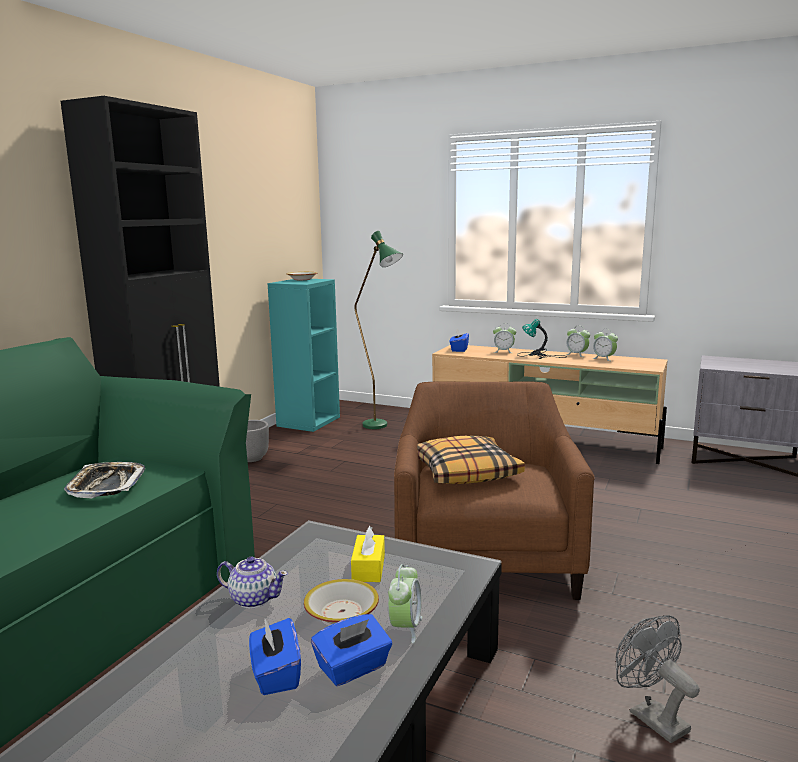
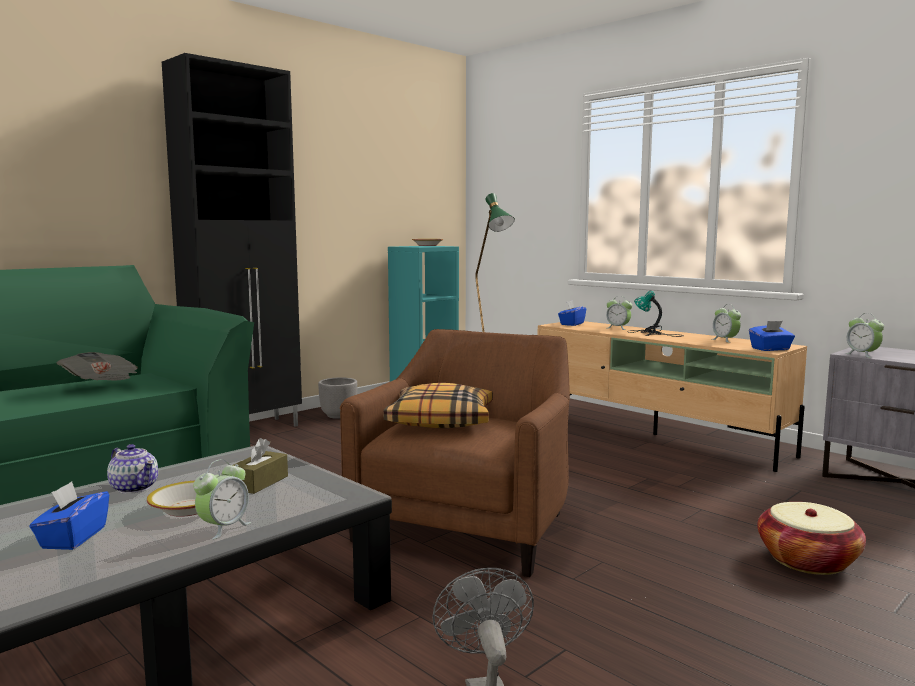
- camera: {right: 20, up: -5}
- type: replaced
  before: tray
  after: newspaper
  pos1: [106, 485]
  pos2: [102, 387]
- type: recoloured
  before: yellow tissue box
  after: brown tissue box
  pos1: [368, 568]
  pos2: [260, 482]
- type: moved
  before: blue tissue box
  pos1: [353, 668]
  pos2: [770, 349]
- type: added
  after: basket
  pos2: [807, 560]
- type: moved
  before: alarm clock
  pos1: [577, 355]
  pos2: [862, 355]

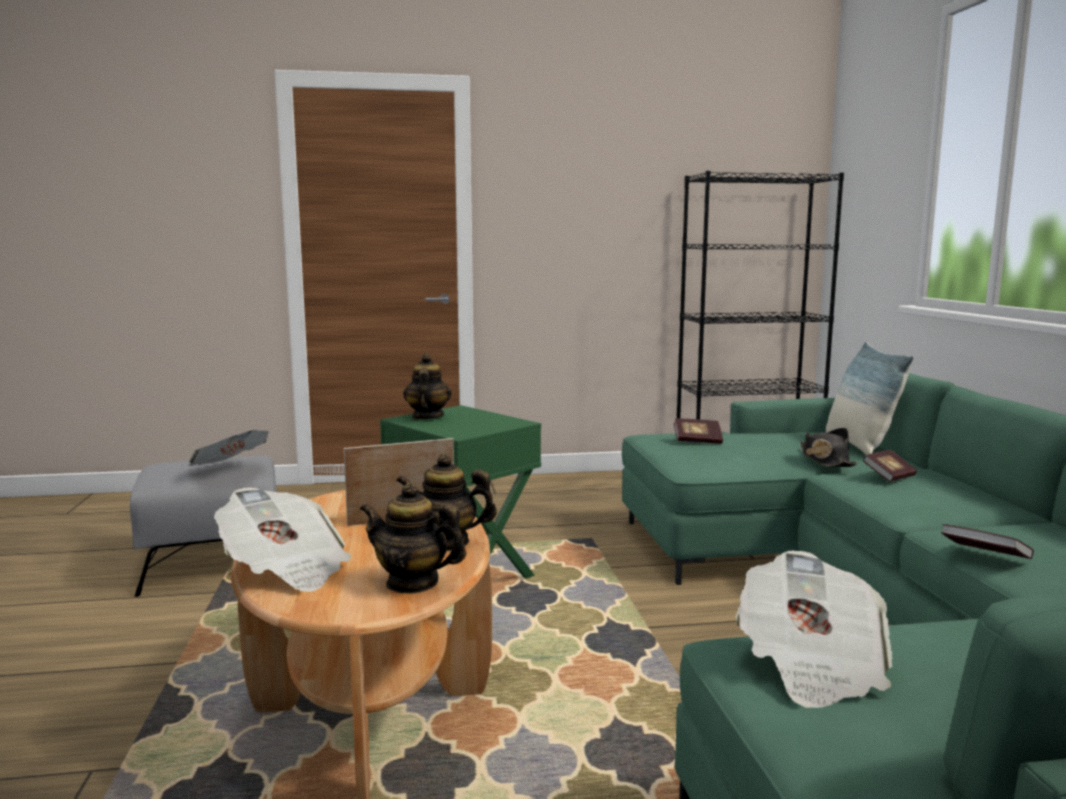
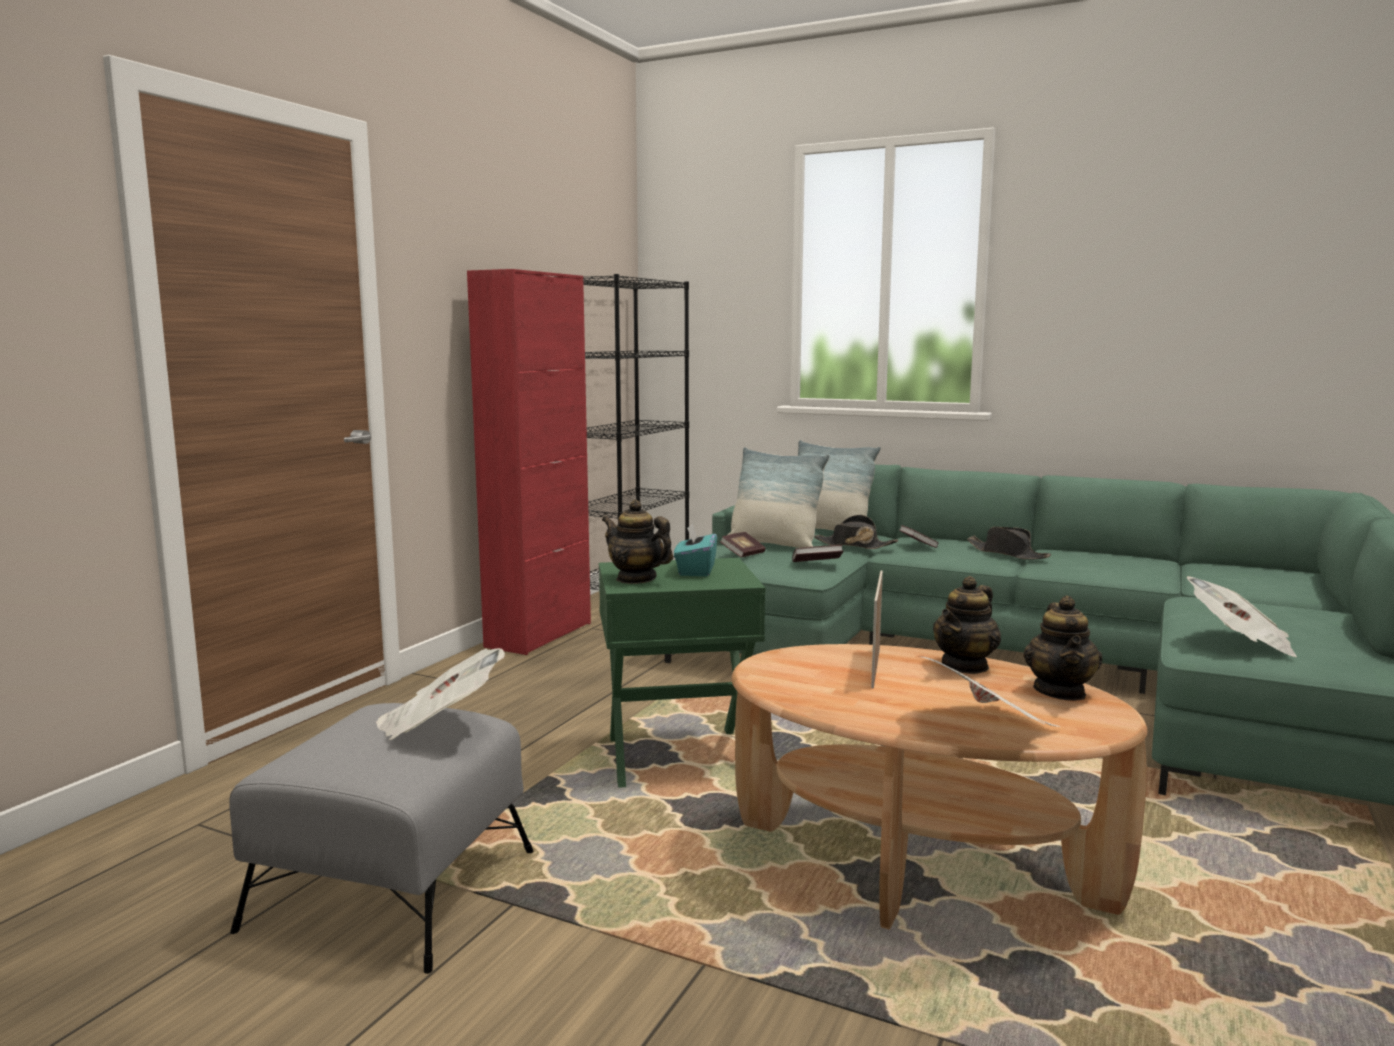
- camera: {right: -55, up: 0}
- type: added
  after: red cabinet
  pos2: [539, 635]
- type: added
  after: turquoise tissue box
  pos2: [695, 571]
- type: added
  after: pillow
  pos2: [774, 545]
- type: moved
  before: book
  pos1: [984, 557]
  pos2: [817, 564]
- type: added
  after: black hat
  pos2: [1007, 553]
- type: turned
  before: teapot
  pos1: [412, 583]
  pos2: [1060, 692]
  turn: -45

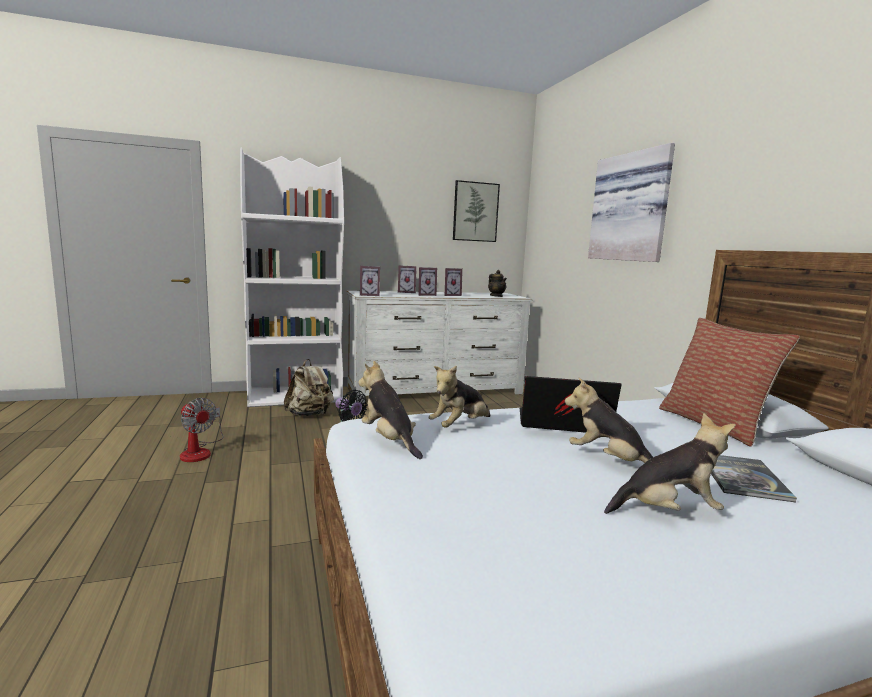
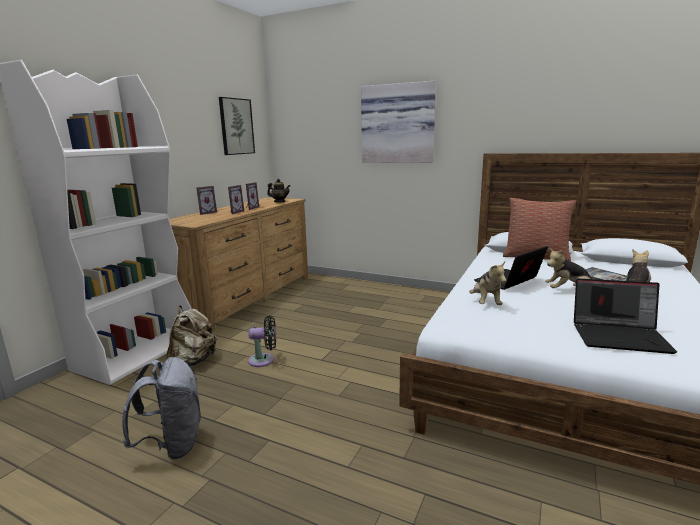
- camera: {right: -45, up: 5}
- type: replaced
  before: fan
  after: grey backpack
  pos1: [200, 451]
  pos2: [172, 445]
- type: recoloured
  before: white dresser
  after: brown dresser
  pos1: [435, 390]
  pos2: [246, 298]
- type: added
  after: laptop
  pos2: [620, 336]
- type: removed
  before: plush toy
  pos1: [389, 440]
- type: removed
  before: picture frame
  pos1: [369, 295]

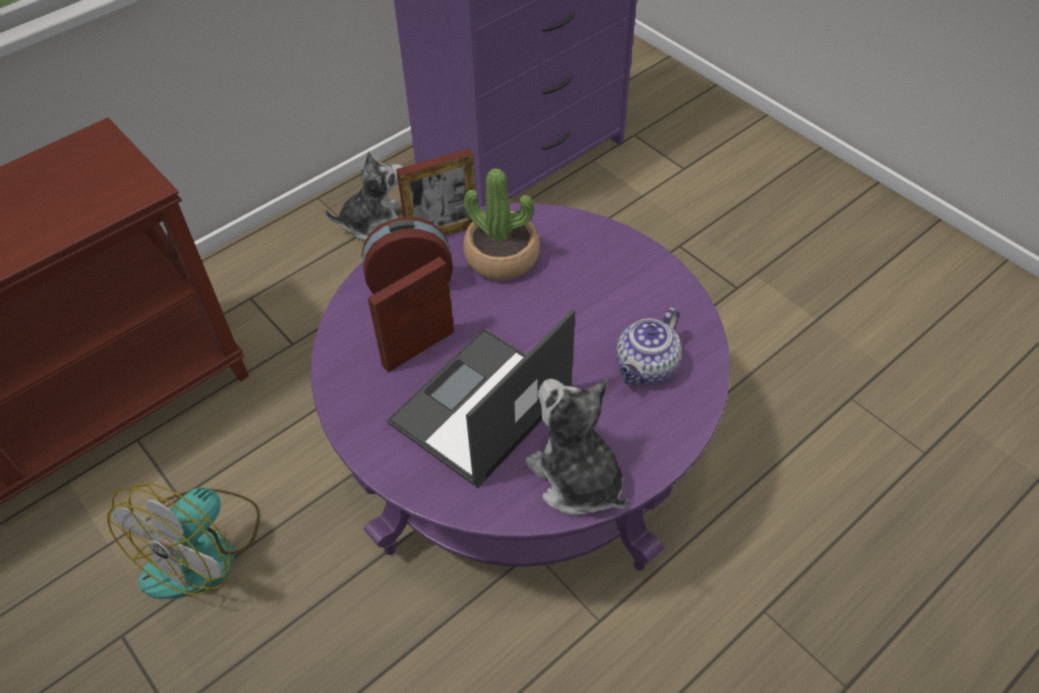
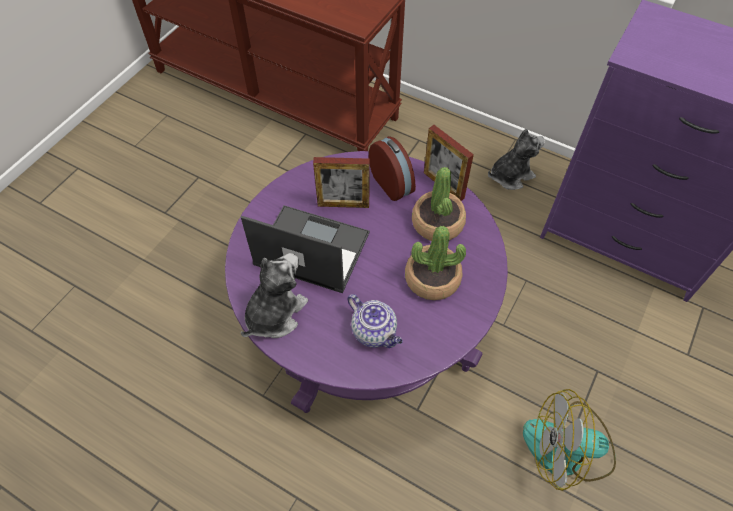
- camera: {right: 70, up: 5}
- type: turned
  before: picture frame
  pos1: [418, 348]
  pos2: [343, 204]
  turn: 150
- type: turned
  before: teapot
  pos1: [646, 368]
  pos2: [375, 332]
  turn: -150
- type: added
  after: potted plant
  pos2: [432, 279]
- type: turned
  before: plush toy
  pos1: [373, 223]
  pos2: [510, 175]
  turn: -75
- type: moved
  before: fan
  pos1: [203, 548]
  pos2: [567, 449]

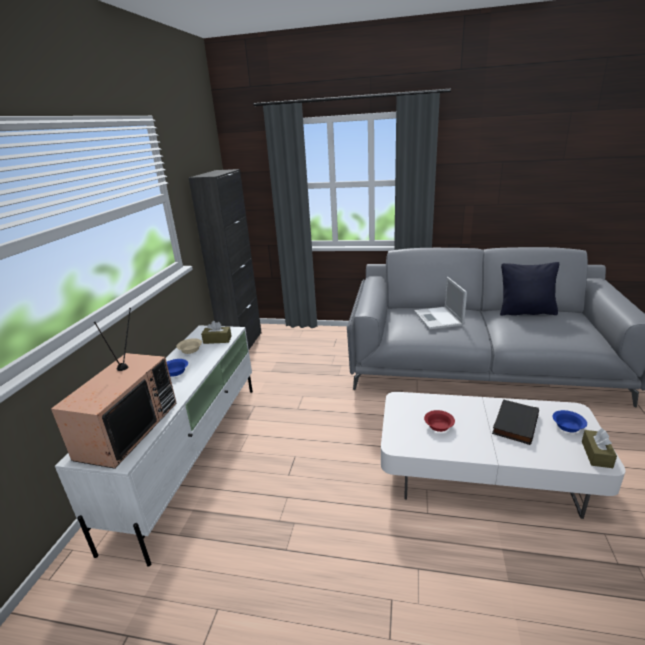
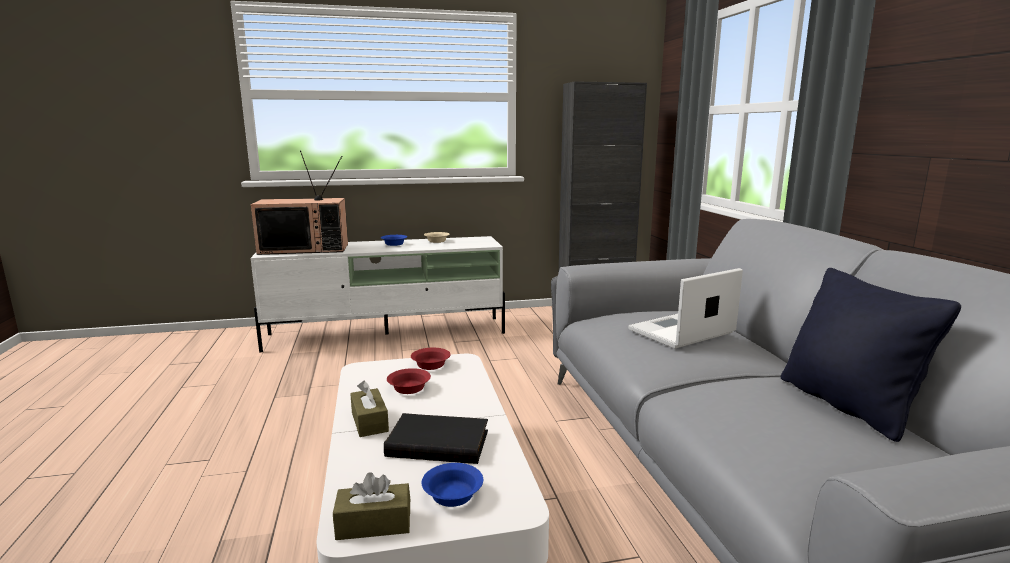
- camera: {right: 65, up: -10}
- type: moved
  before: brown tissue box
  pos1: [217, 340]
  pos2: [369, 422]
- type: added
  after: red bowl
  pos2: [431, 365]

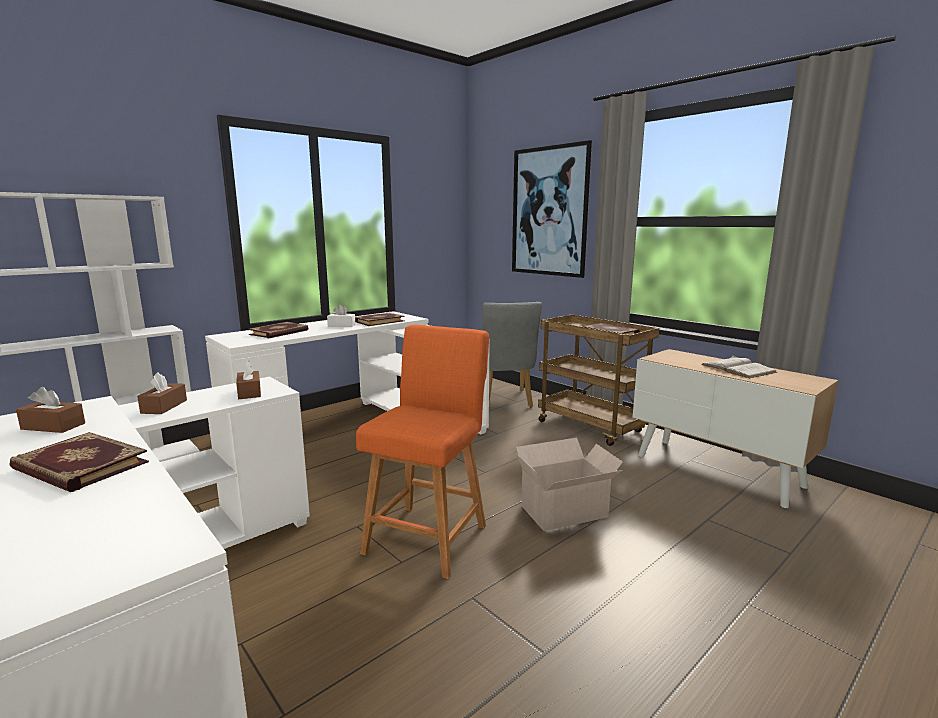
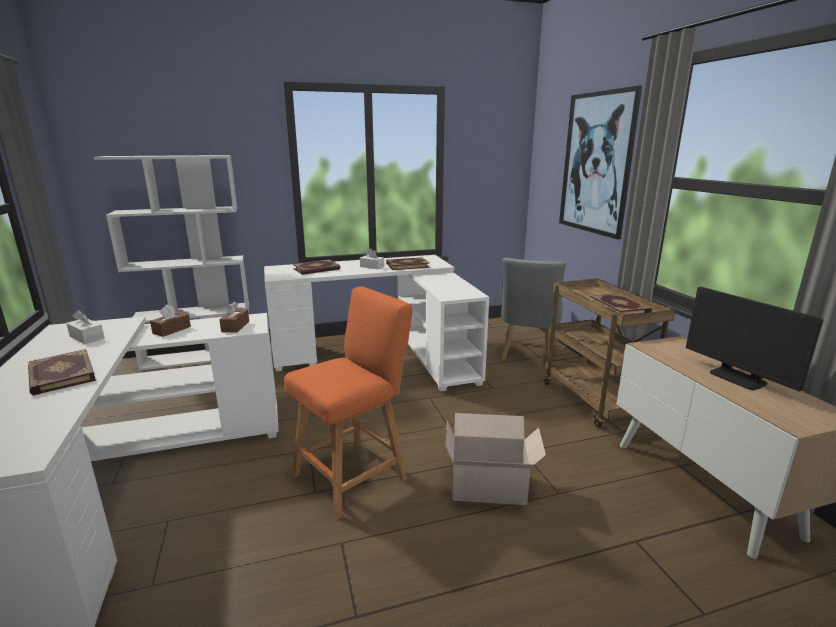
- camera: {right: 25, up: 5}
- type: recoloured
  before: brown tissue box
  after: white tissue box
  pos1: [53, 426]
  pos2: [87, 337]
- type: replaced
  before: white book
  after: monitor
  pos1: [738, 368]
  pos2: [738, 378]

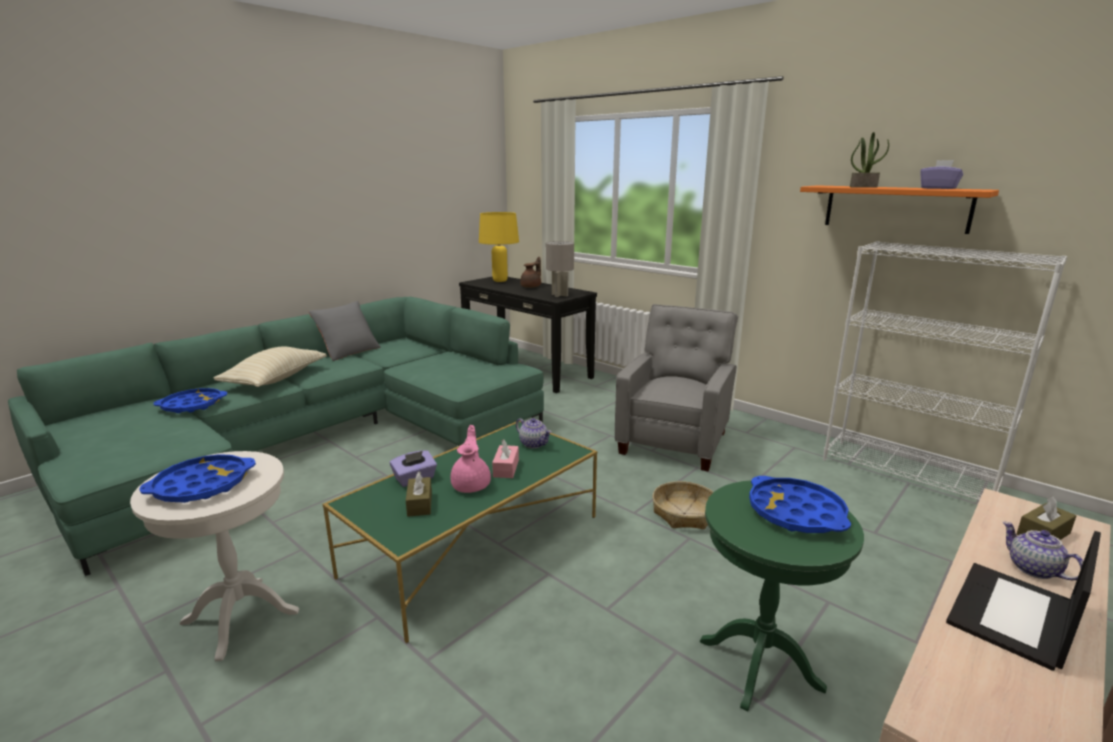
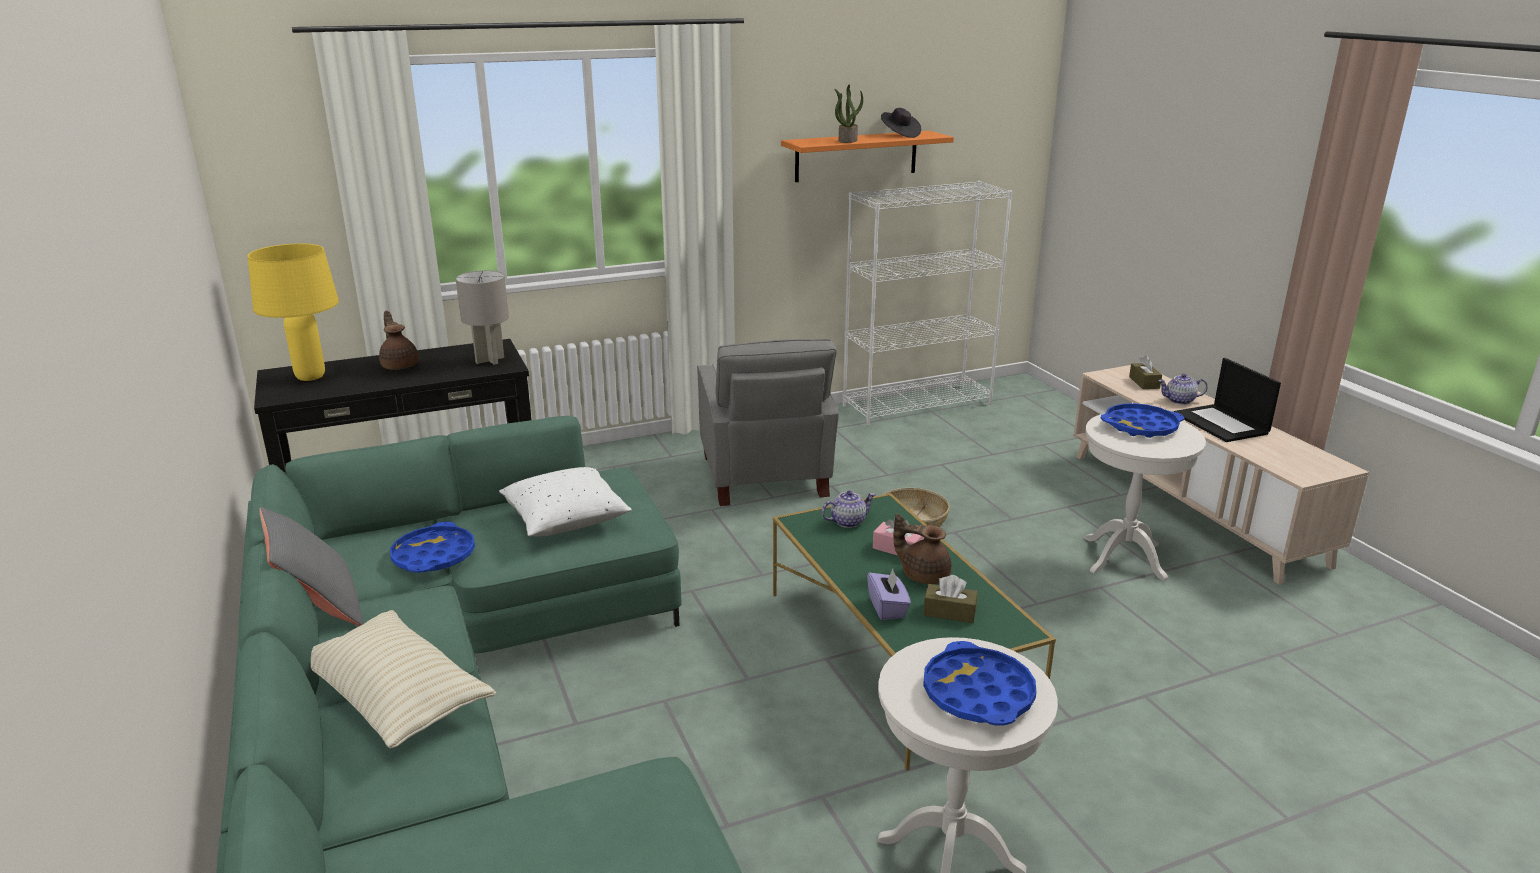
- camera: {right: -65, up: 5}
- type: moved
  before: blue tray
  pos1: [192, 405]
  pos2: [433, 556]
- type: added
  after: white pillow
  pos2: [566, 520]
- type: turned
  before: grey armchair
  pos1: [675, 441]
  pos2: [764, 478]
  turn: -150
- type: replaced
  before: purple tissue box
  after: black hat
  pos1: [938, 188]
  pos2: [899, 135]
- type: recoloured
  before: pink teapot
  after: brown teapot
  pos1: [472, 484]
  pos2: [923, 575]
- type: recoloured
  before: green side table
  after: white side table
  pos1: [760, 664]
  pos2: [1124, 558]

